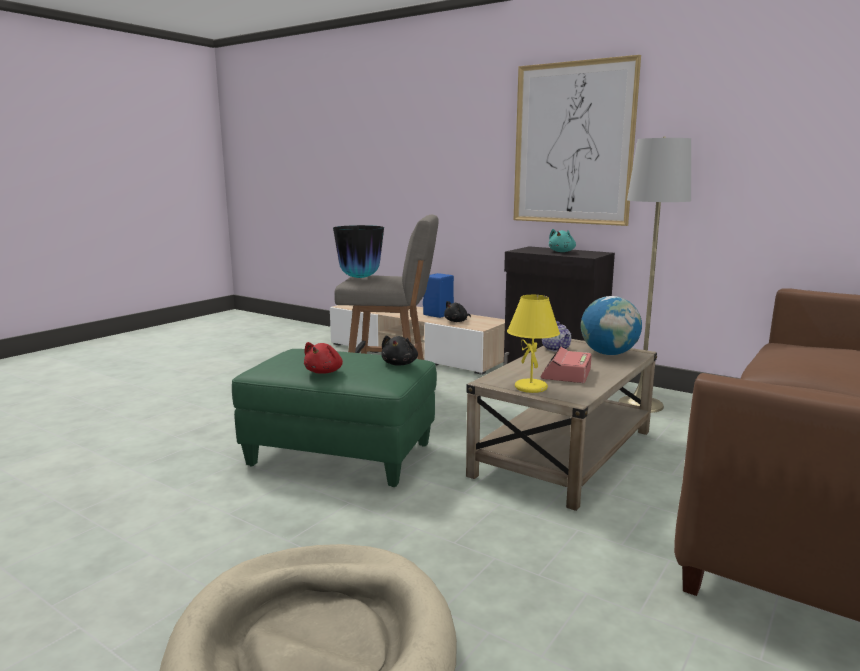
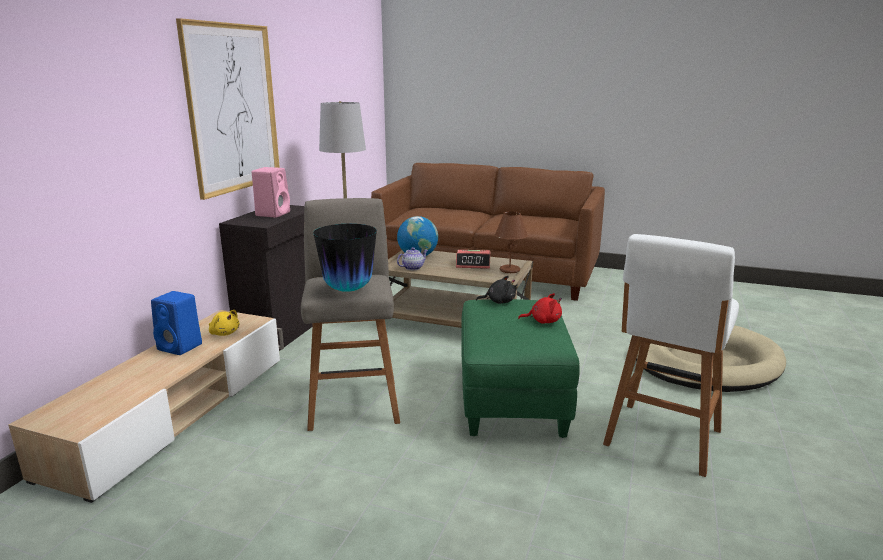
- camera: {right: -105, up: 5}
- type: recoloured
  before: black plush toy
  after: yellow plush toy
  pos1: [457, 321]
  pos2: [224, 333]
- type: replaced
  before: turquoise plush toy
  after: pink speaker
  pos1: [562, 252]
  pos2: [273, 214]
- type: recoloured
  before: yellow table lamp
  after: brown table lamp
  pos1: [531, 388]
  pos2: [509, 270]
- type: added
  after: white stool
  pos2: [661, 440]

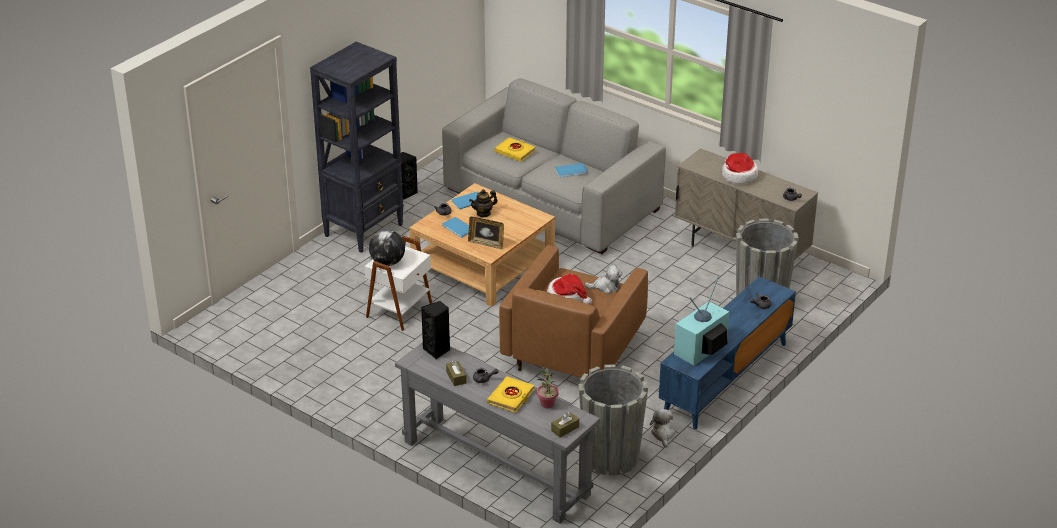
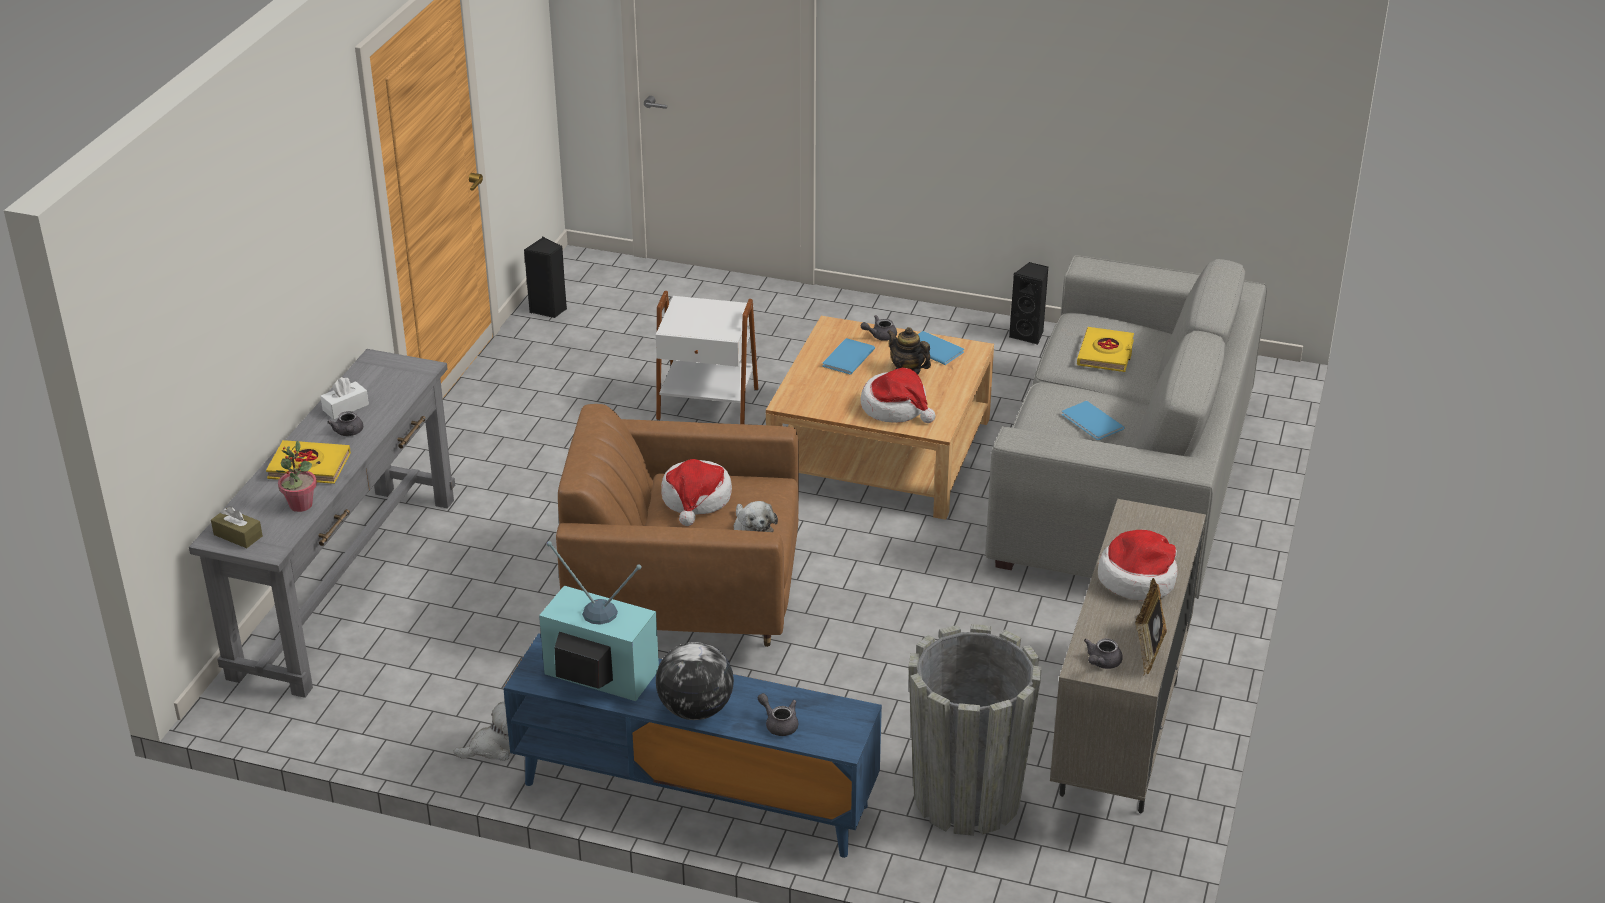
- camera: {right: 70, up: 0}
- type: recoloured
  before: brown tissue box
  after: white tissue box
  pos1: [456, 377]
  pos2: [345, 407]
- type: moved
  before: black speaker
  pos1: [437, 350]
  pos2: [549, 310]
- type: moved
  before: globe
  pos1: [387, 263]
  pos2: [695, 710]
- type: added
  after: hat
  pos2: [895, 408]
- type: moved
  before: picture frame
  pos1: [486, 244]
  pos2: [1148, 650]
- type: removed
  before: black bookcase
  pos1: [364, 230]
- type: removed
  before: grey planter
  pos1: [610, 457]

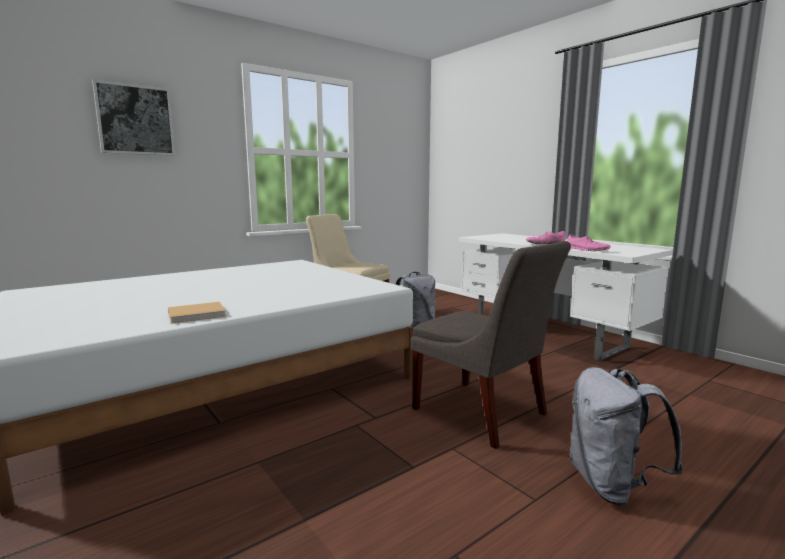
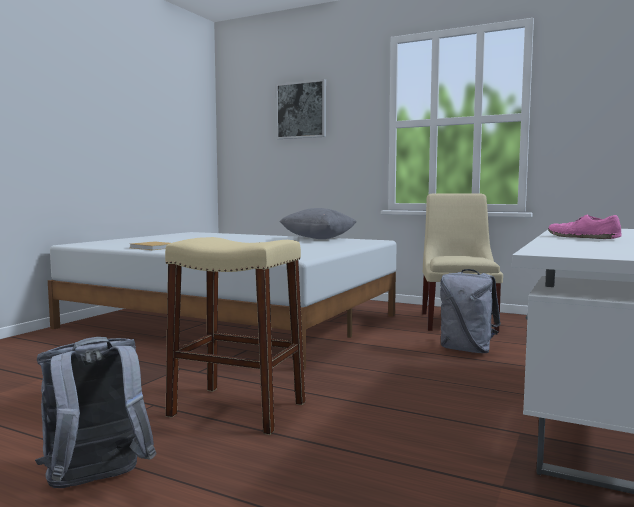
- camera: {right: 65, up: -5}
- type: replaced
  before: grey chair
  after: beige stool
  pos1: [483, 414]
  pos2: [237, 409]
- type: added
  after: grey pillow
  pos2: [318, 239]
- type: removed
  before: pink shoe
  pos1: [587, 249]

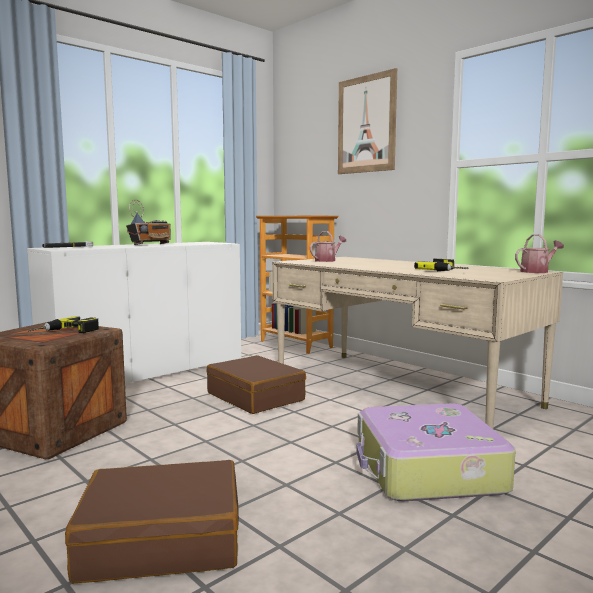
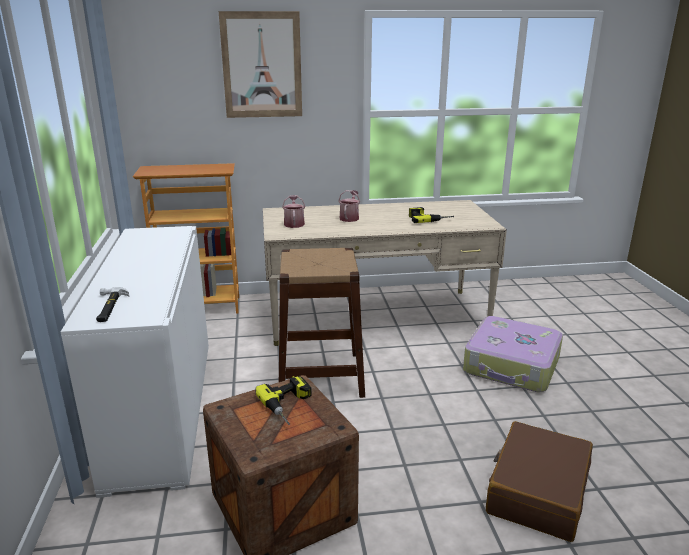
- camera: {right: -55, up: 15}
- type: replaced
  before: brown suitcase
  after: brown stool
  pos1: [256, 397]
  pos2: [320, 375]
- type: moved
  before: watering can
  pos1: [537, 271]
  pos2: [349, 217]
- type: removed
  before: radio
  pos1: [150, 244]

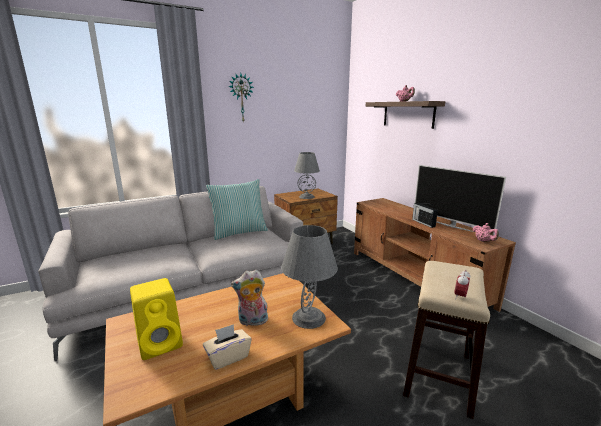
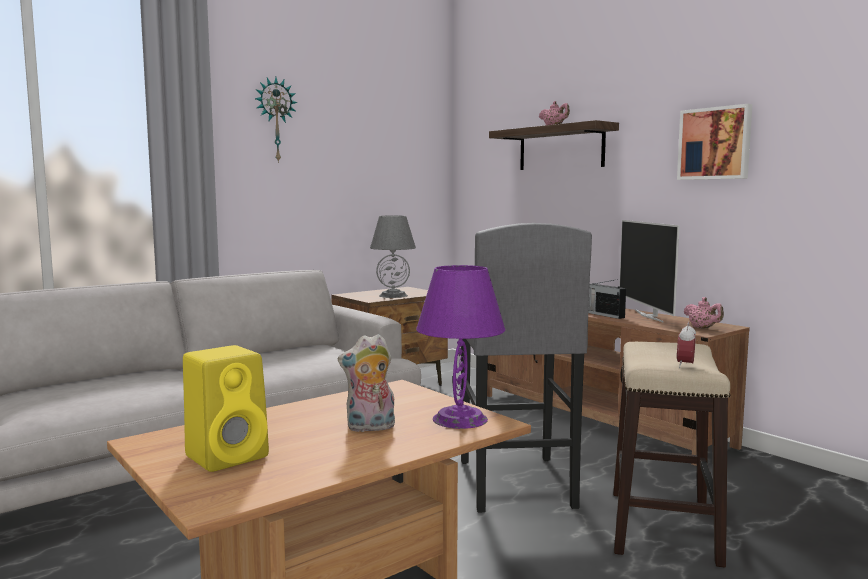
- camera: {right: -10, up: -10}
- type: recoloured
  before: grey table lamp
  after: purple table lamp
  pos1: [309, 318]
  pos2: [460, 419]
- type: added
  after: grey stool
  pos2: [514, 483]
- type: turned
  before: television
  pos1: [451, 225]
  pos2: [649, 316]
  turn: 45
- type: added
  after: picture
  pos2: [715, 143]
- type: removed
  before: beige tissue box
  pos1: [228, 357]
- type: removed
  before: pillow
  pos1: [239, 232]

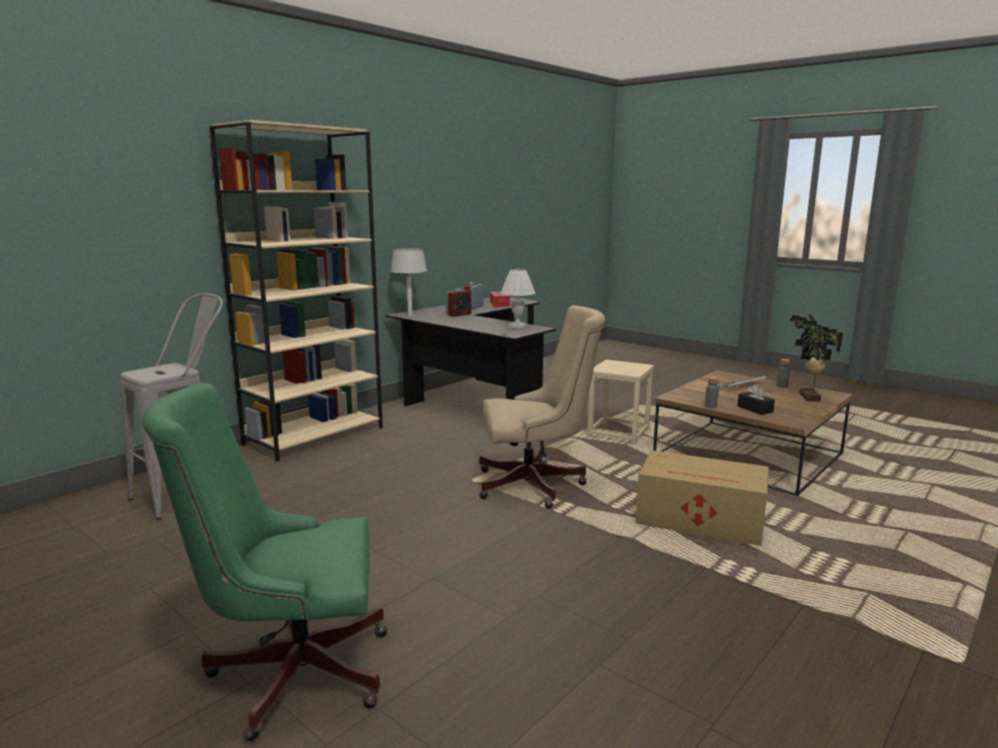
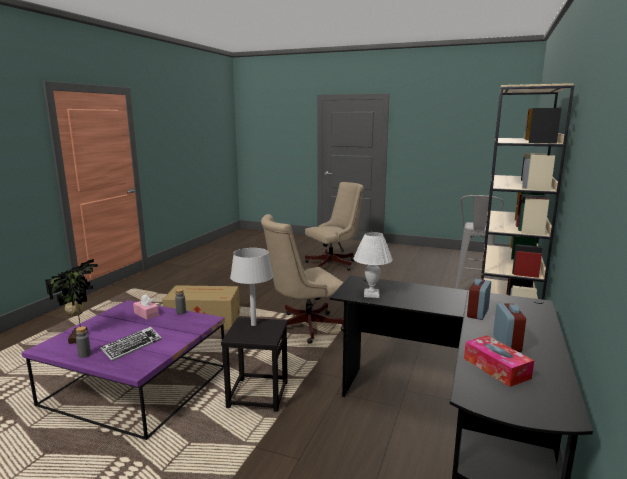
- camera: {right: 160, up: 0}
- type: recoloured
  before: brown coffee table
  after: purple coffee table
  pos1: [749, 456]
  pos2: [137, 384]
- type: recoloured
  before: black tissue box
  after: pink tissue box
  pos1: [755, 409]
  pos2: [146, 314]
- type: recoloured
  before: beige stool
  after: black stool
  pos1: [619, 434]
  pos2: [257, 394]
- type: moved
  before: grey table lamp
  pos1: [410, 315]
  pos2: [253, 324]
- type: recoloured
  before: green office chair
  after: beige office chair
  pos1: [289, 671]
  pos2: [334, 264]

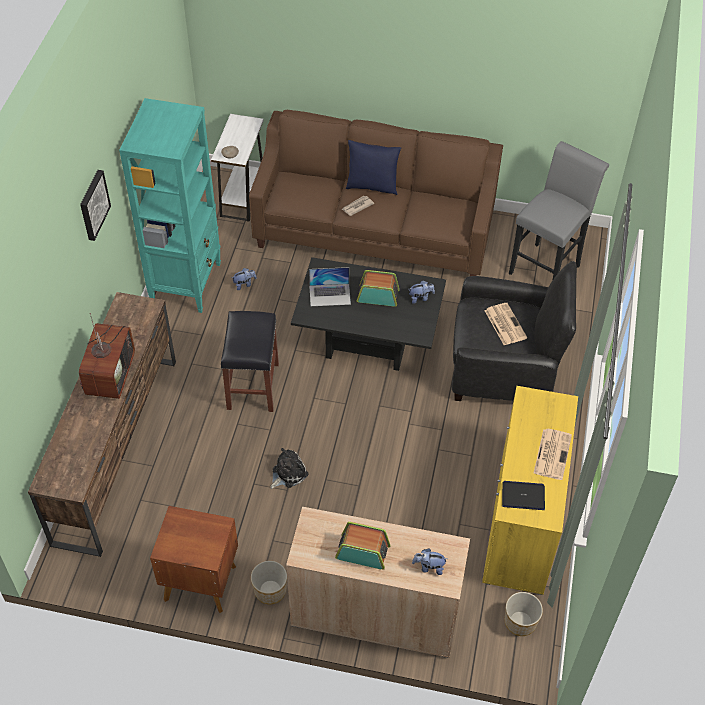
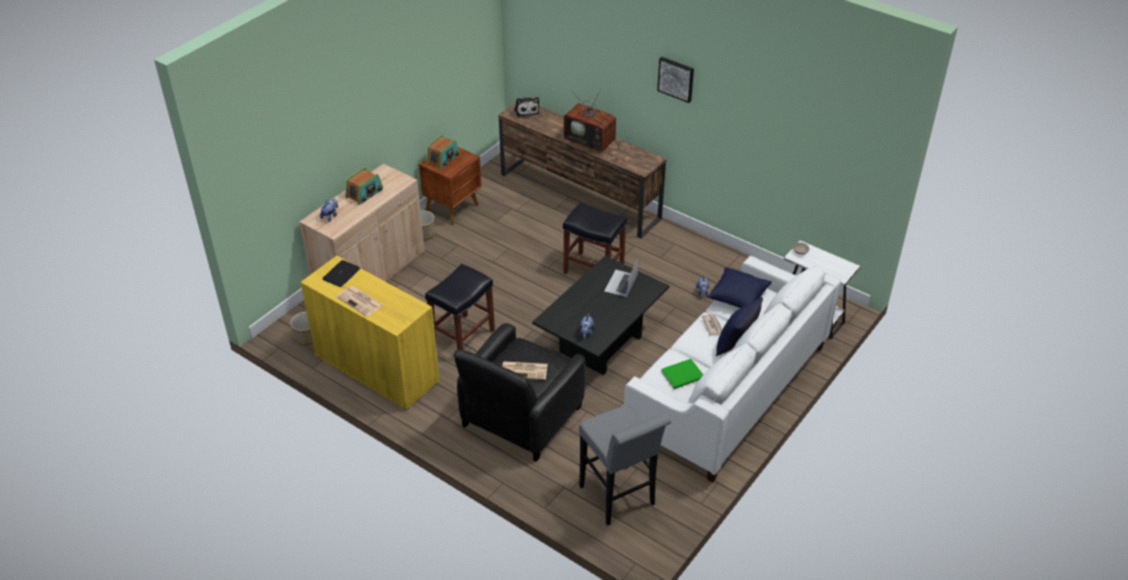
- camera: {right: 115, up: -10}
- type: added
  after: black stool
  pos2: [463, 336]
- type: moved
  before: radio
  pos1: [378, 295]
  pos2: [443, 159]
- type: moved
  before: plush toy
  pos1: [288, 473]
  pos2: [526, 111]
- type: recoloured
  before: brown sofa
  after: white sofa
  pos1: [375, 231]
  pos2: [727, 391]
- type: added
  after: green book
  pos2: [684, 375]
- type: added
  after: blue pillow
  pos2: [737, 297]
- type: removed
  before: turquoise bookcase
  pos1: [186, 283]

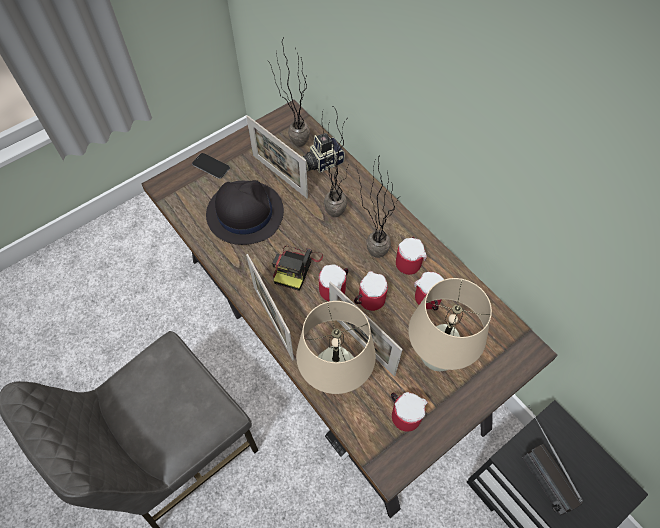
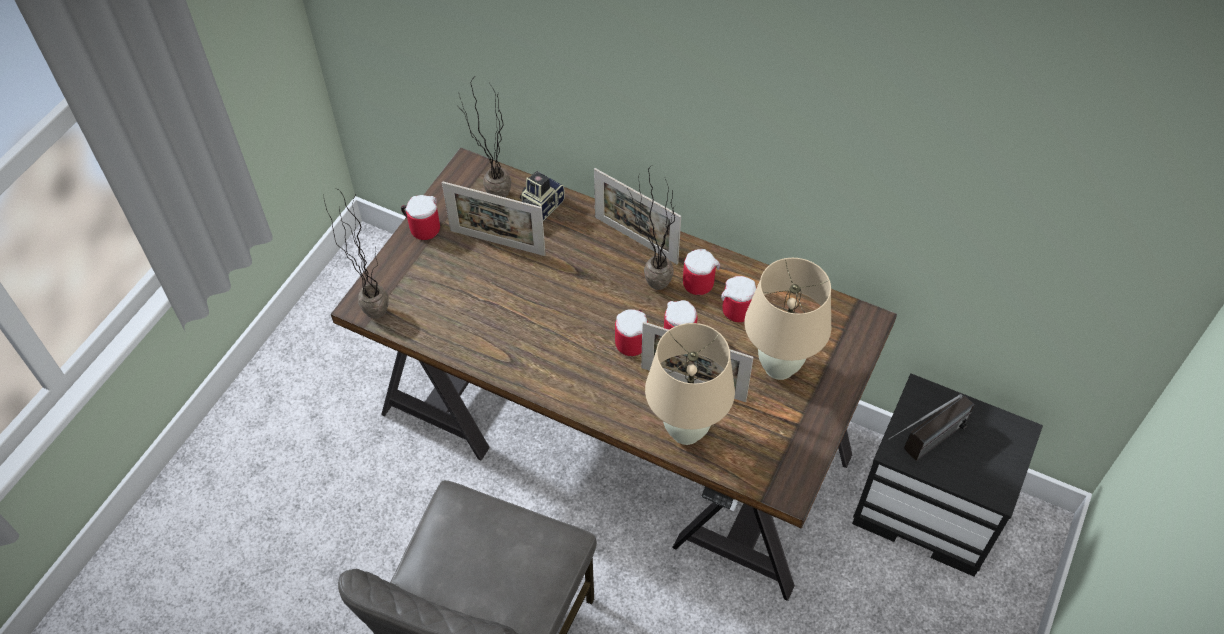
- camera: {right: -25, up: -5}
- type: moved
  before: potted plant
  pos1: [335, 207]
  pos2: [373, 306]
- type: moved
  before: mug
  pos1: [404, 413]
  pos2: [422, 227]
- type: moved
  before: picture frame
  pos1: [273, 322]
  pos2: [636, 240]
- type: turned
  before: radio
  pos1: [534, 467]
  pos2: [922, 448]
  turn: -75
- type: removed
  before: phone
  pos1: [211, 166]
- type: removed
  before: black hat
  pos1: [244, 213]
- type: removed
  before: photo camera
  pos1: [296, 267]

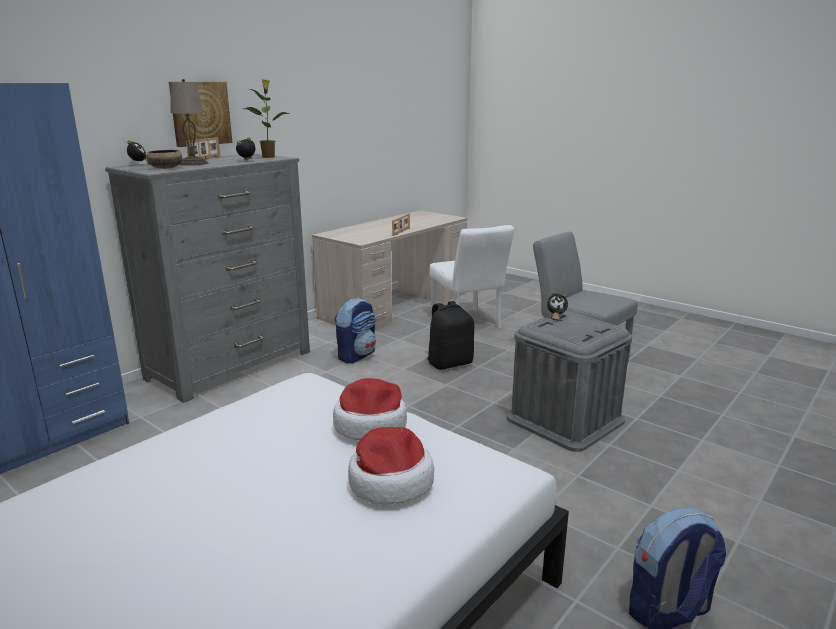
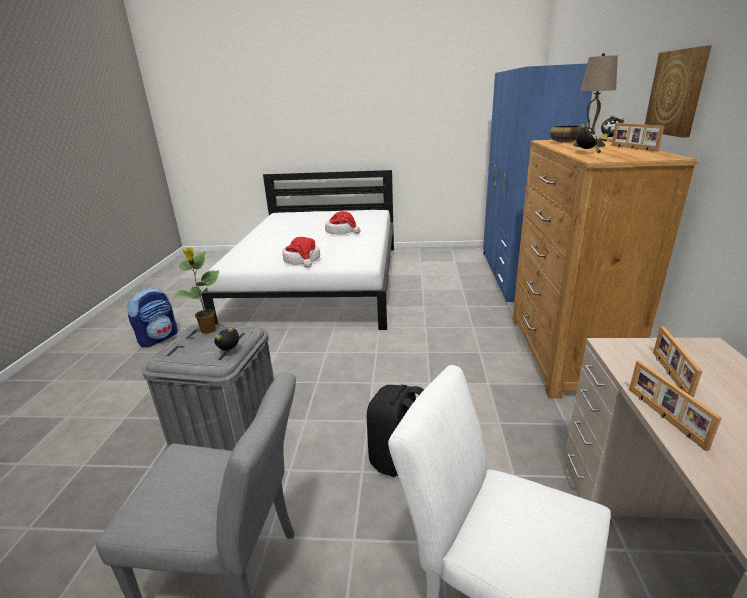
- camera: {right: 145, up: 5}
- type: moved
  before: potted plant
  pos1: [269, 157]
  pos2: [208, 330]
- type: moved
  before: hat
  pos1: [389, 481]
  pos2: [342, 231]
- type: recoloured
  before: grey dresser
  after: brown dresser
  pos1: [231, 365]
  pos2: [563, 353]
- type: added
  after: picture frame
  pos2: [669, 374]
- type: removed
  before: backpack
  pos1: [356, 355]

